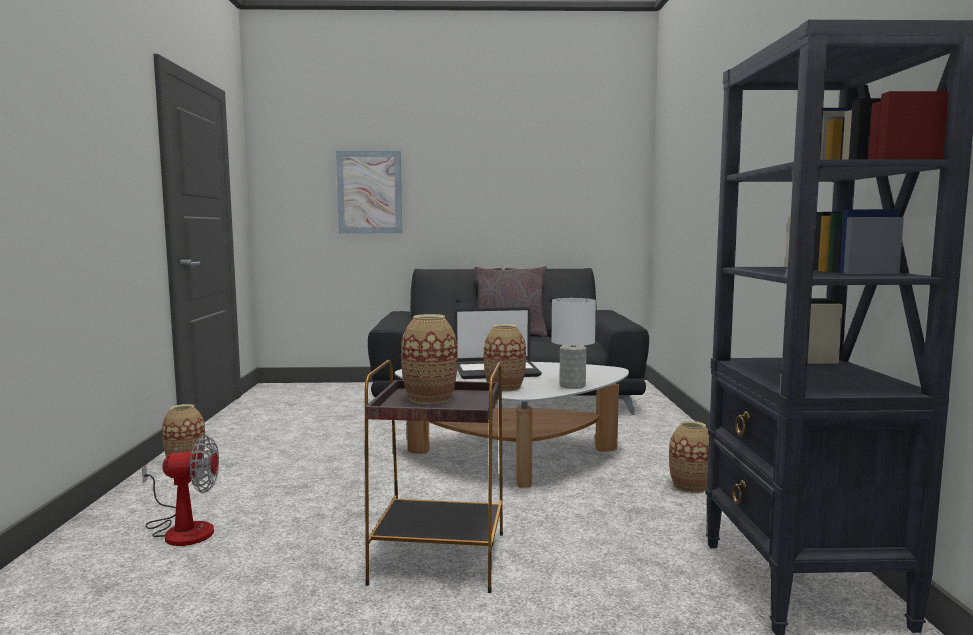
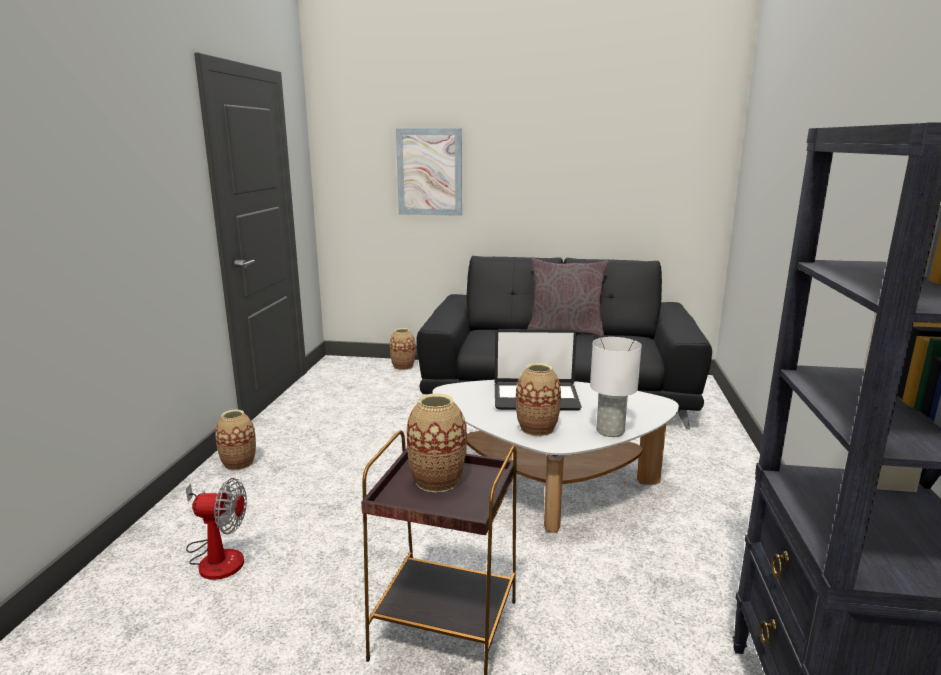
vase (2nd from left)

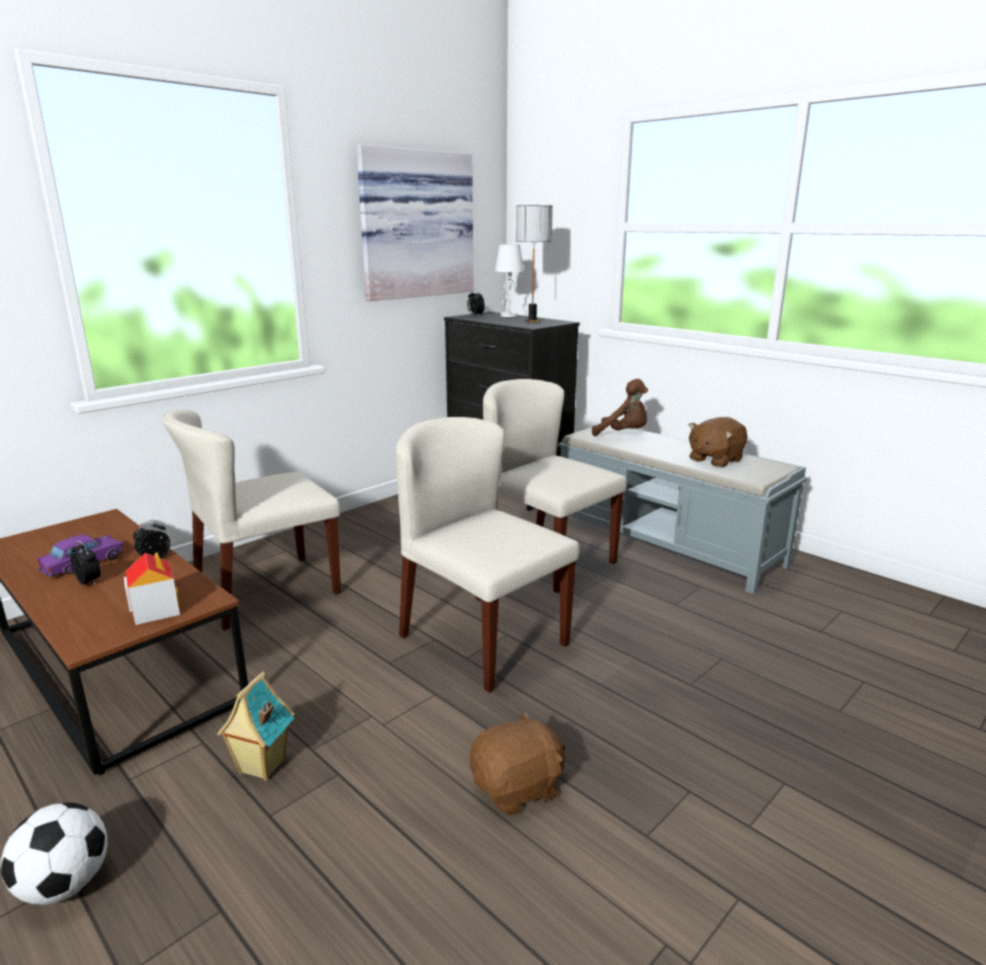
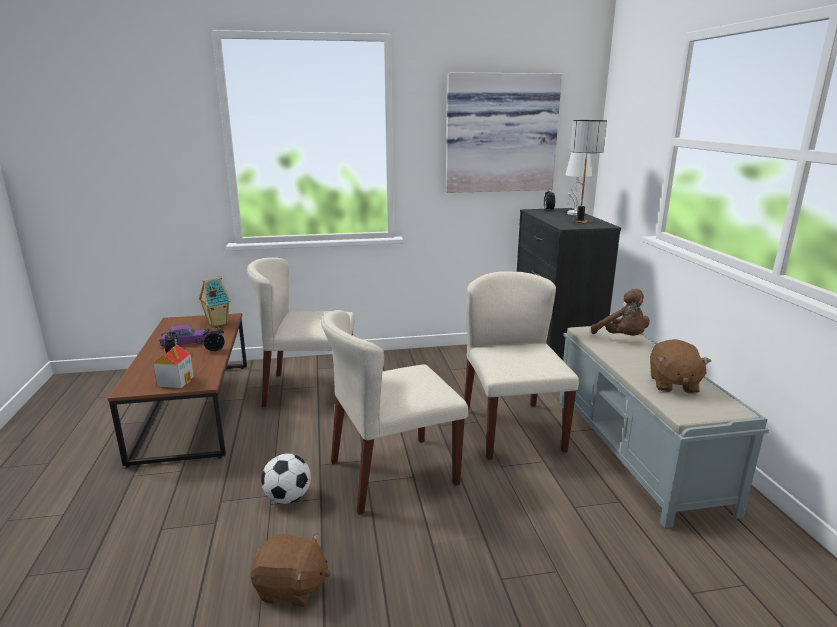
ballon de foot; maison miniature (2nd from left); chaise/beige (2nd from left); peluche/marron (3rd from left)

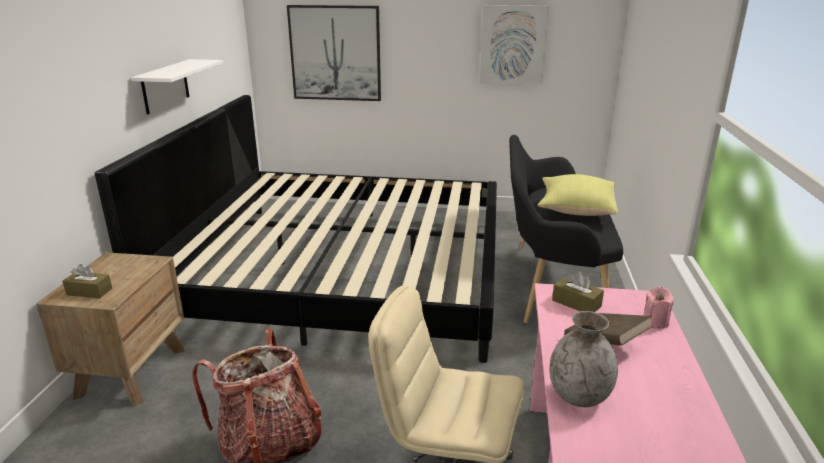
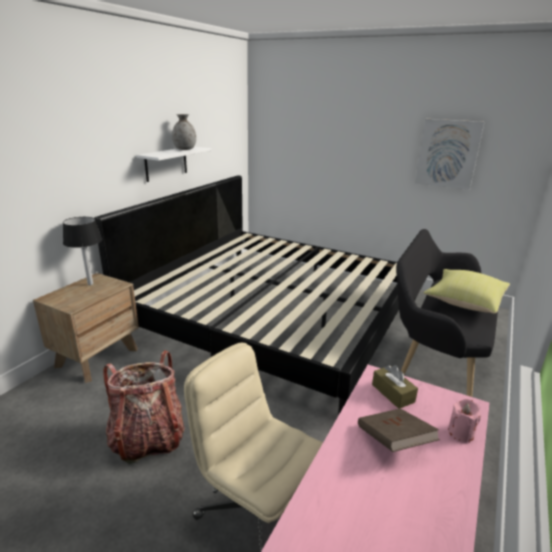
boîte à mouchoirs/marron (1st from left in the first image); tableau (1st from left in the first image); lampe de table; vase/gris

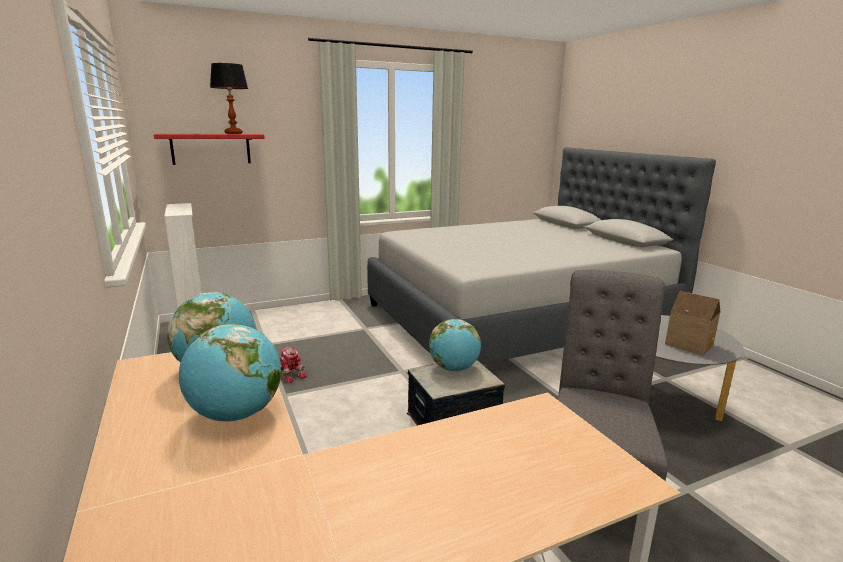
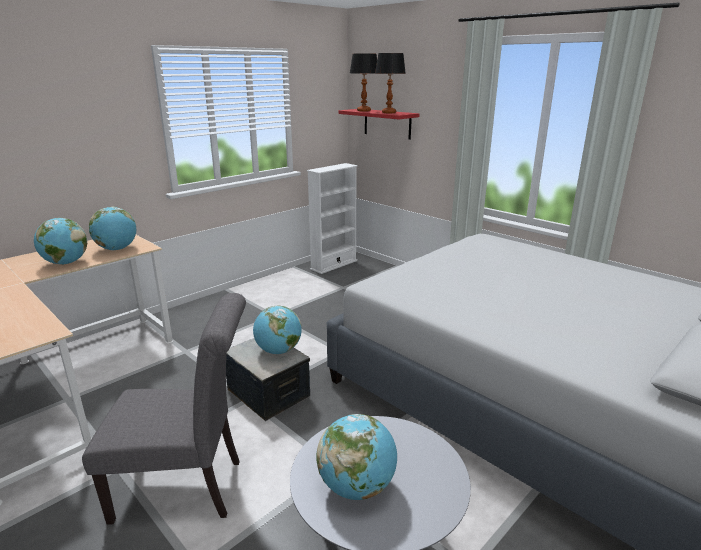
robot jouet; lampe de table (1st from left); globe (4th from left)

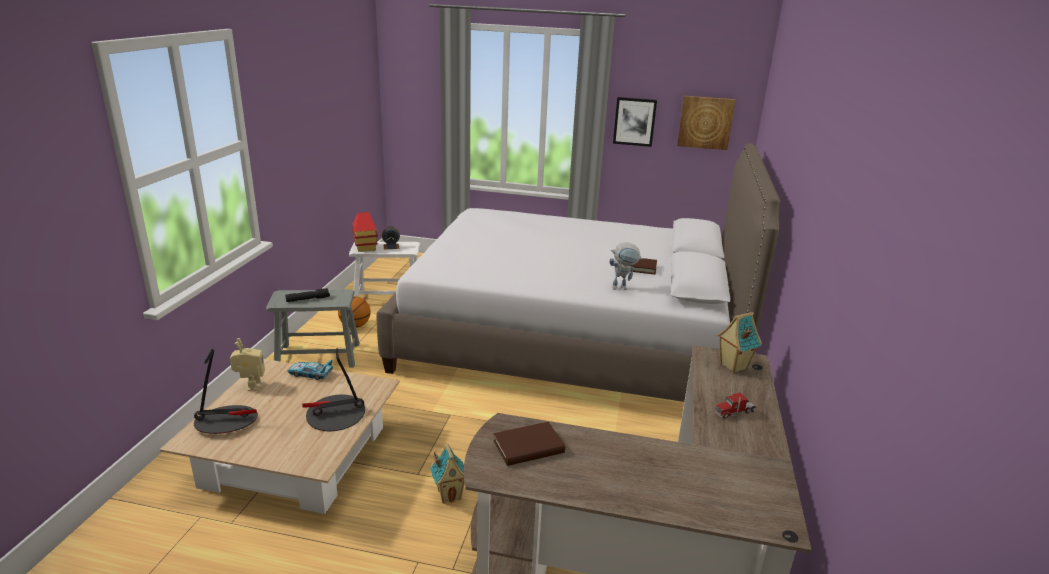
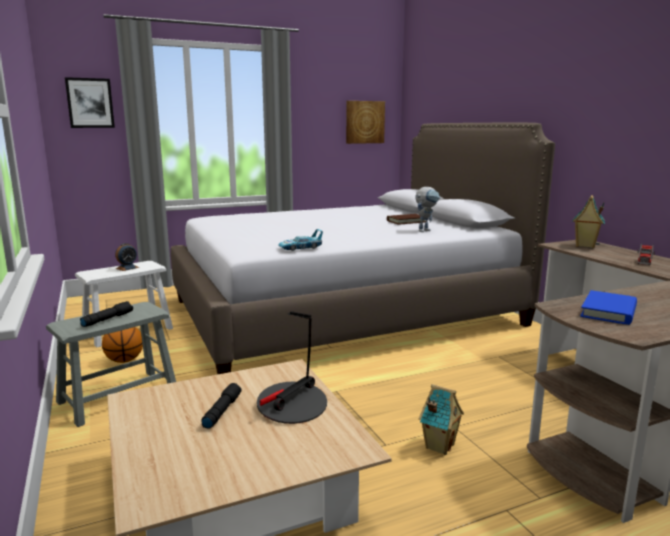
lampe de table (1st from left in the first image); robot jouet (1st from left in the first image); maison miniature (1st from left in the first image); lampe de poche/noir (2nd from left); petite voiture; tableau (1st from left); livre/bleu

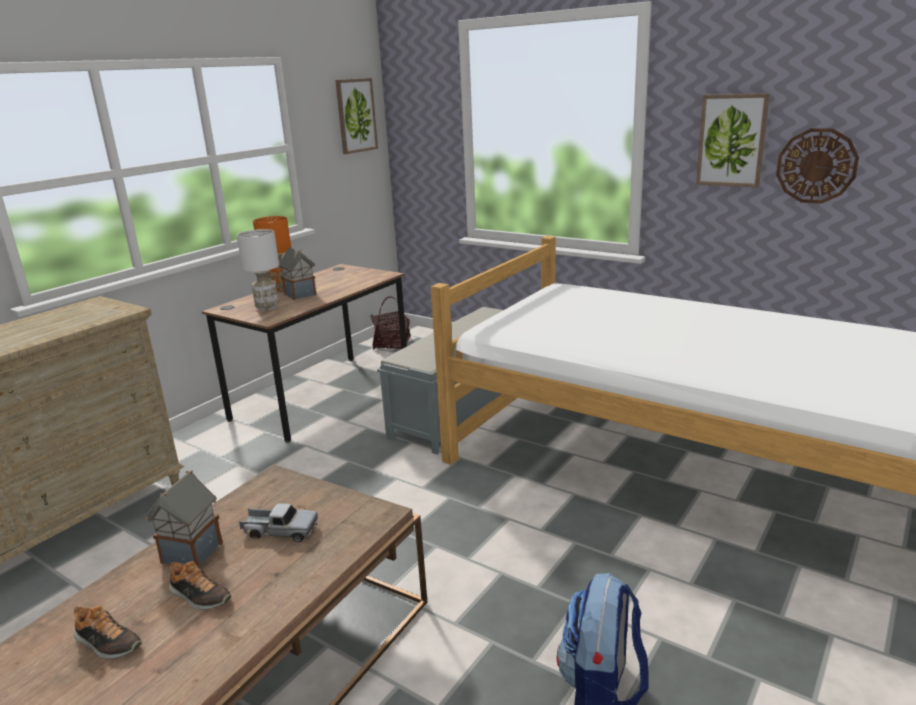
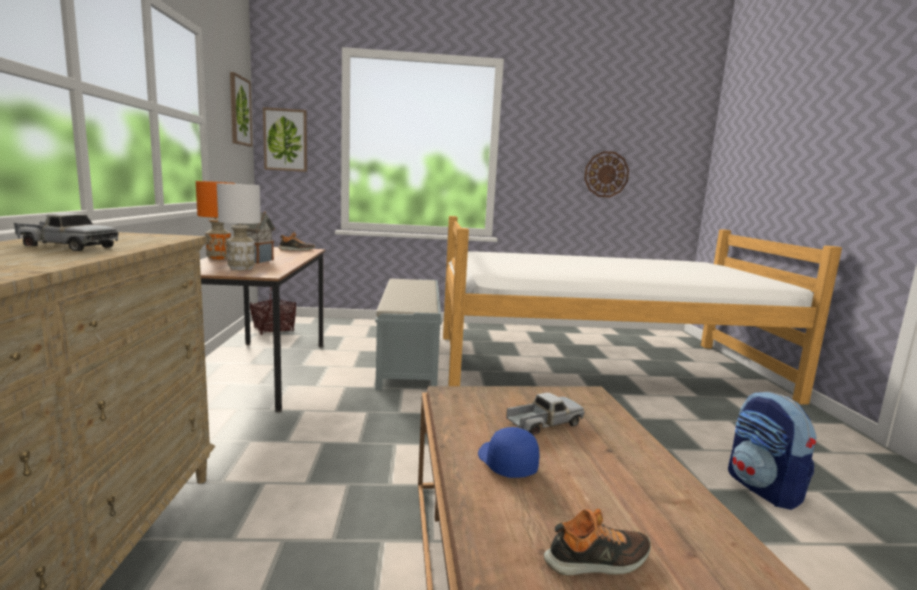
camion jouet (1st from left); chaussure (1st from left); tableau (2nd from left); casquette/bleu

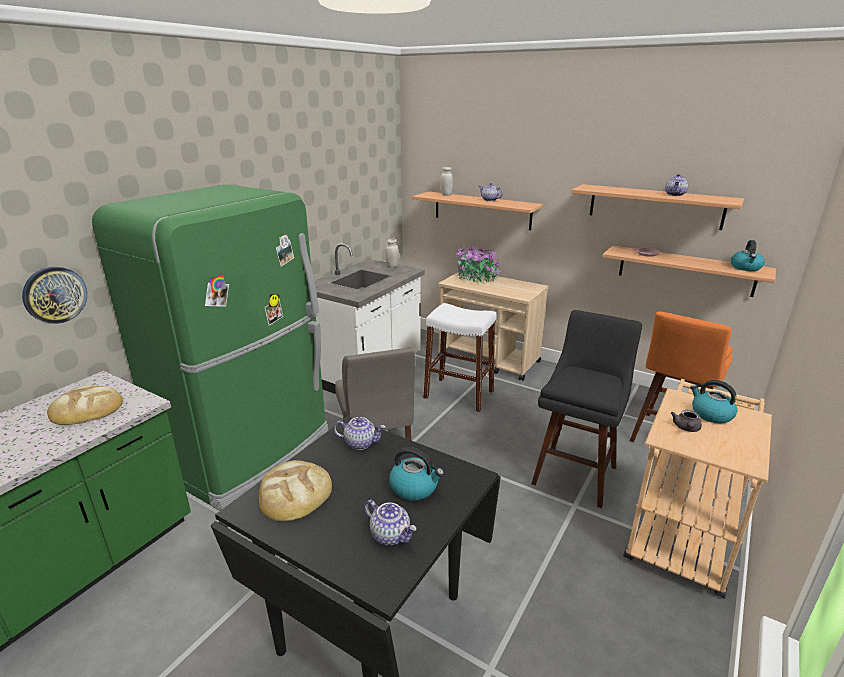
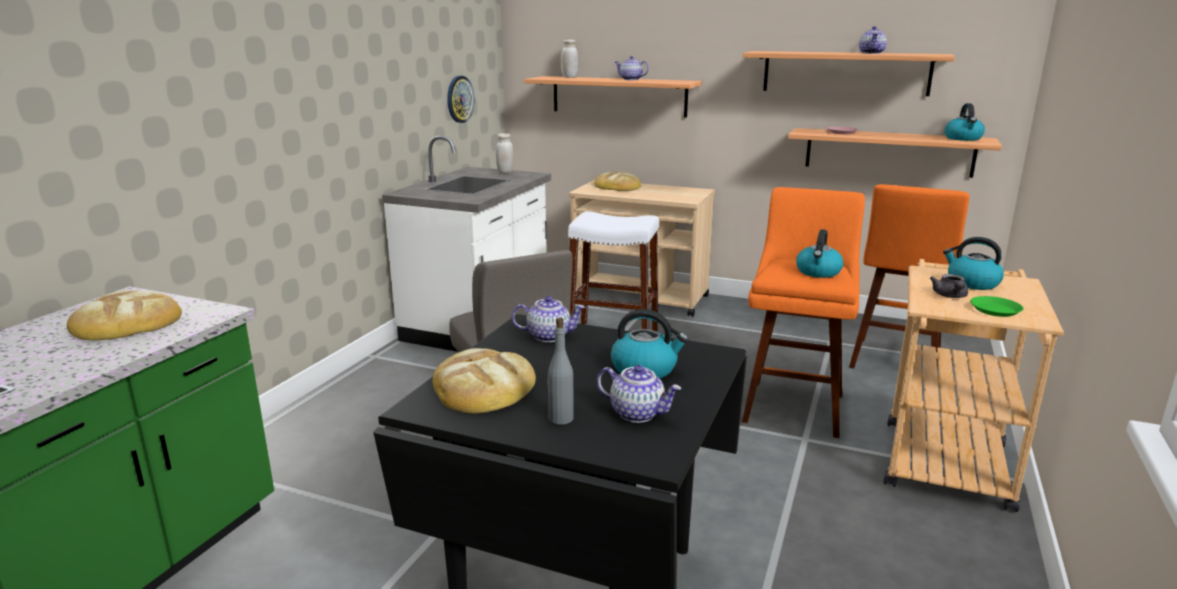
réfrigérateur/vert; bouteille/gris; bouilloire (2nd from left); assiette/vert; horloge murale; pain (3rd from left); tabouret/orange (1st from left)

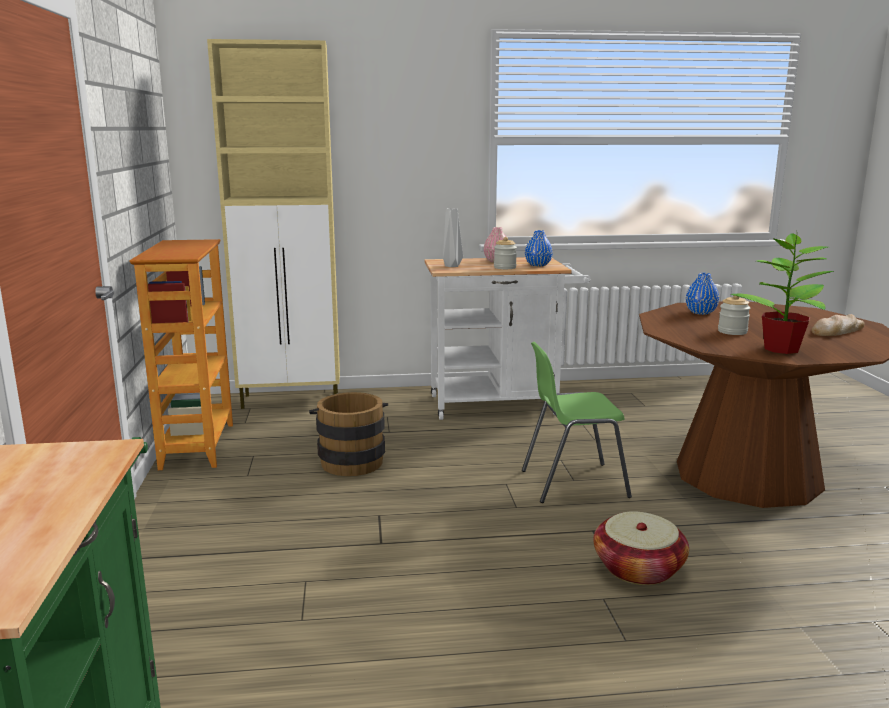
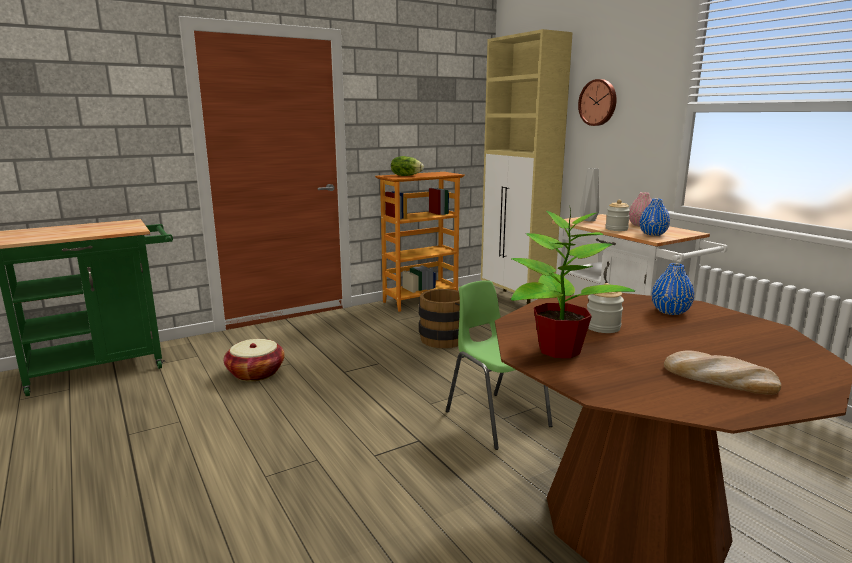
laitue; horloge murale; panier

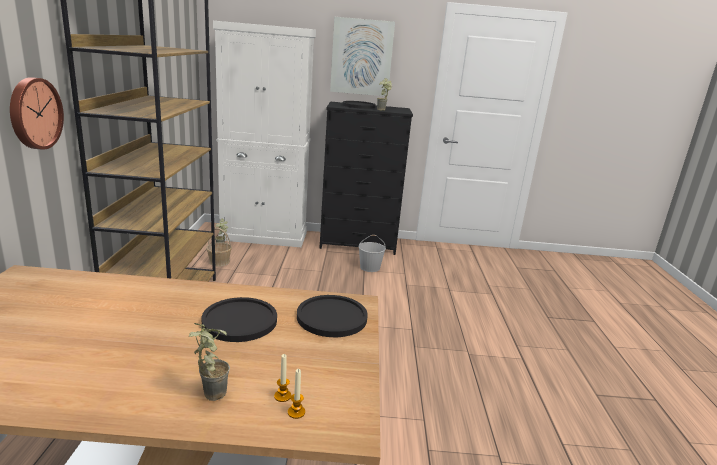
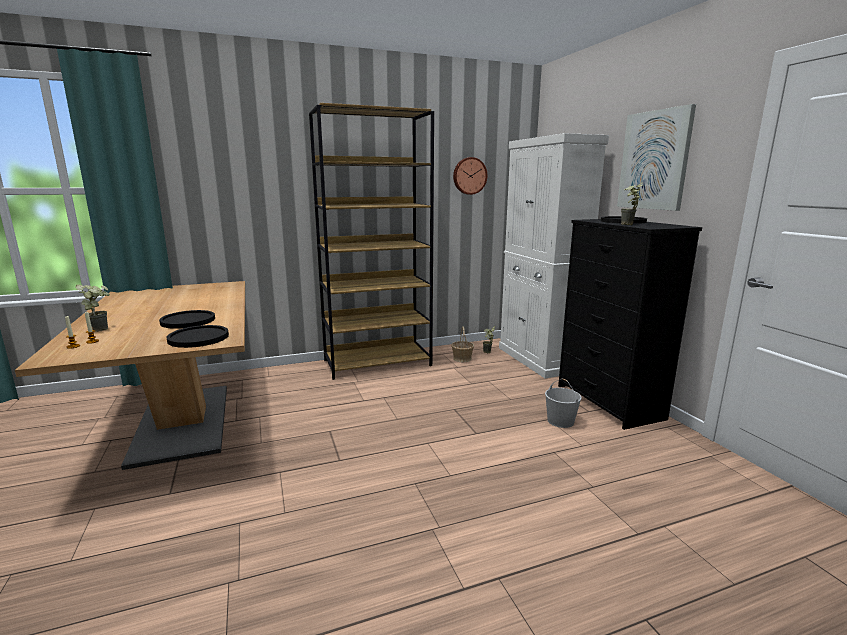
horloge murale

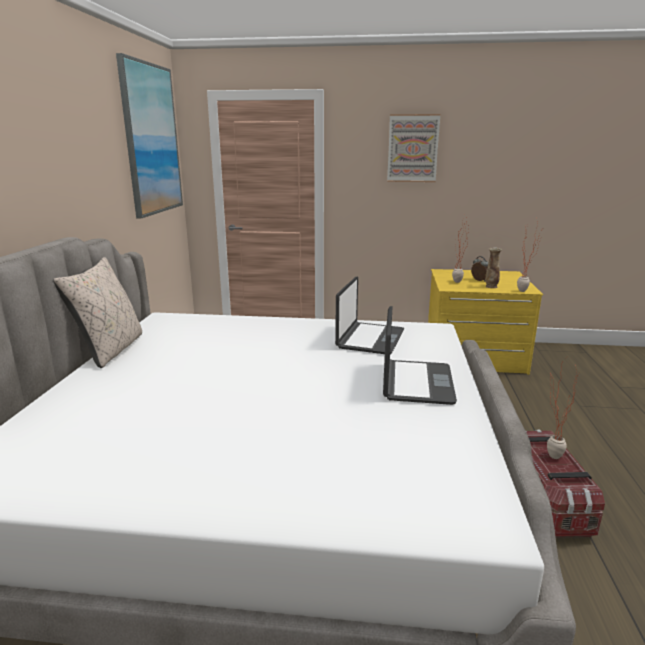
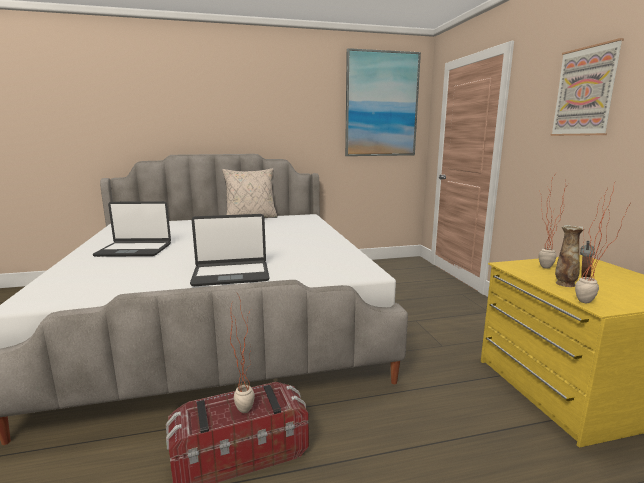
ordinateur portable (1st from left)

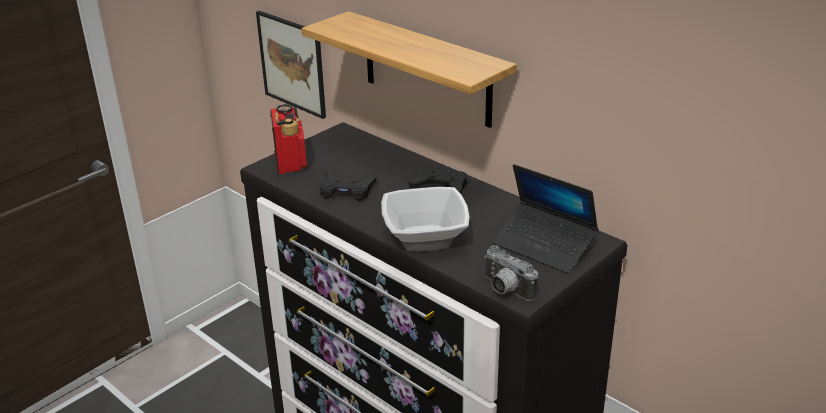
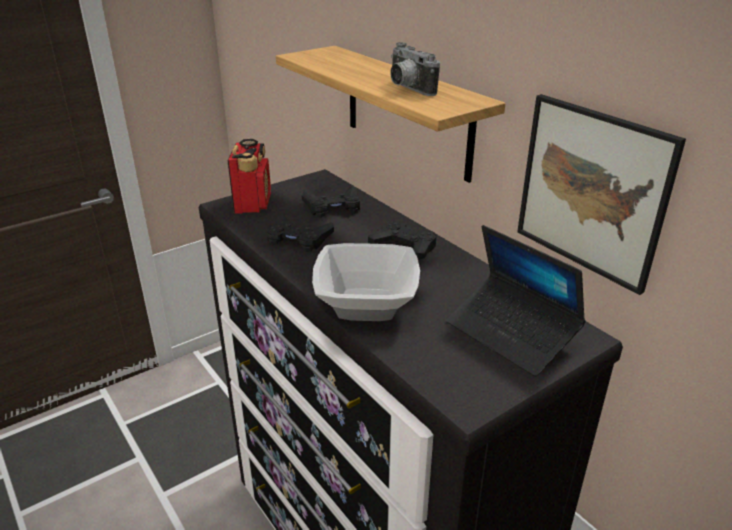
manette/noir (2nd from left); tableau; appareil photo

